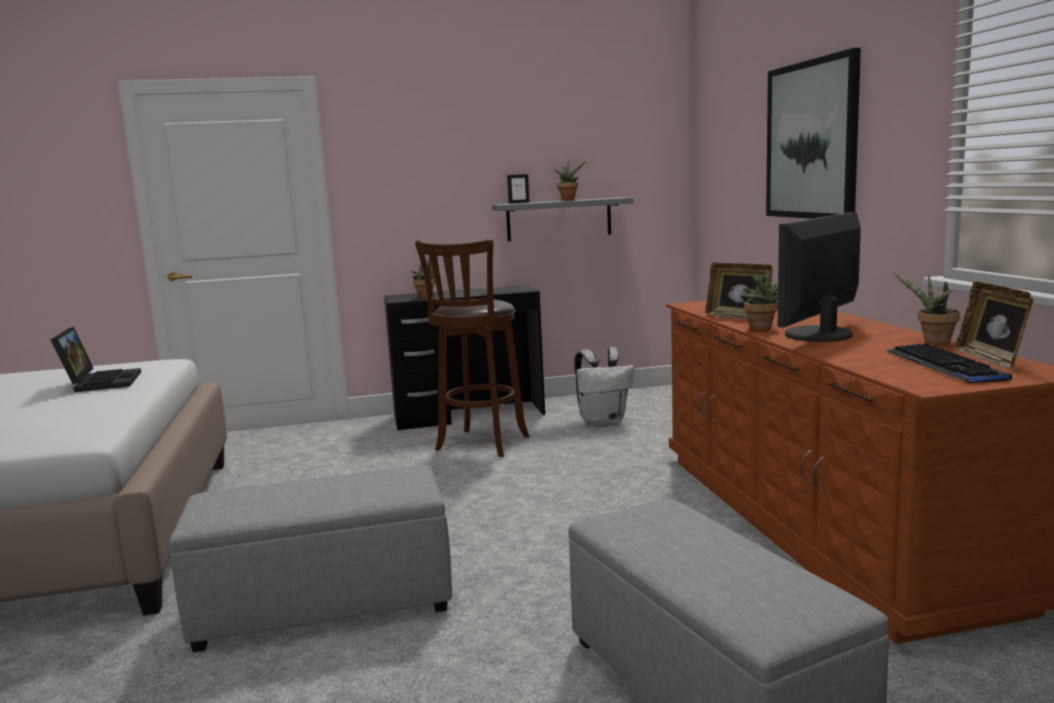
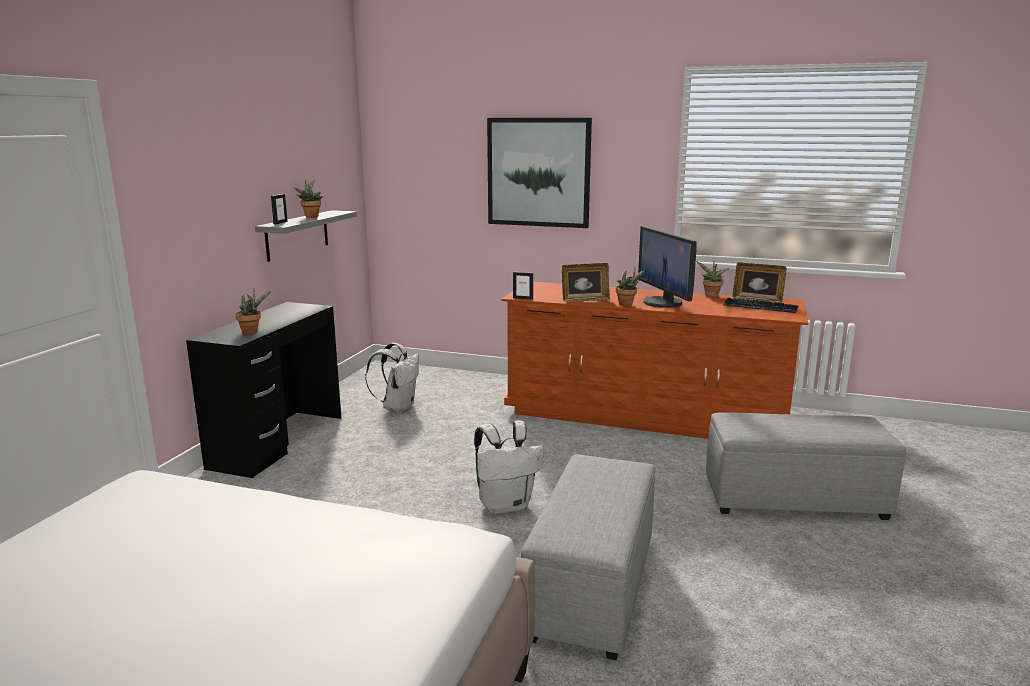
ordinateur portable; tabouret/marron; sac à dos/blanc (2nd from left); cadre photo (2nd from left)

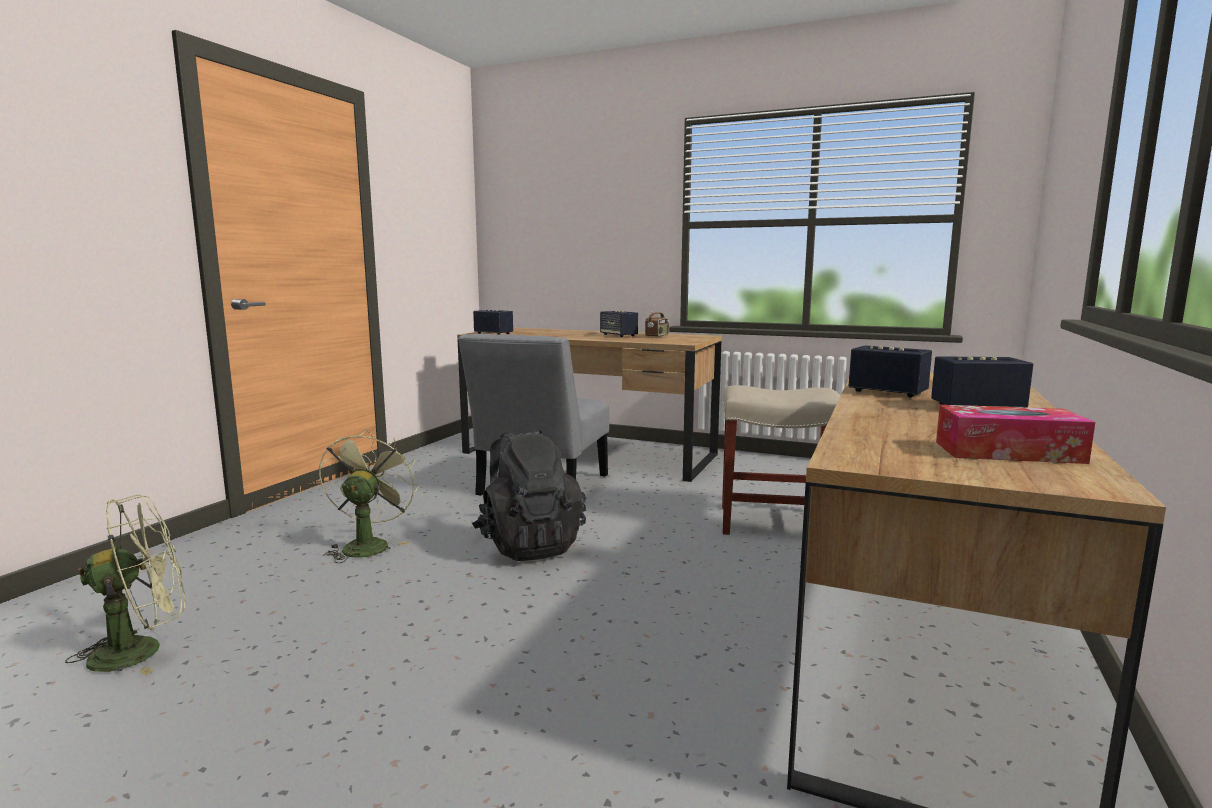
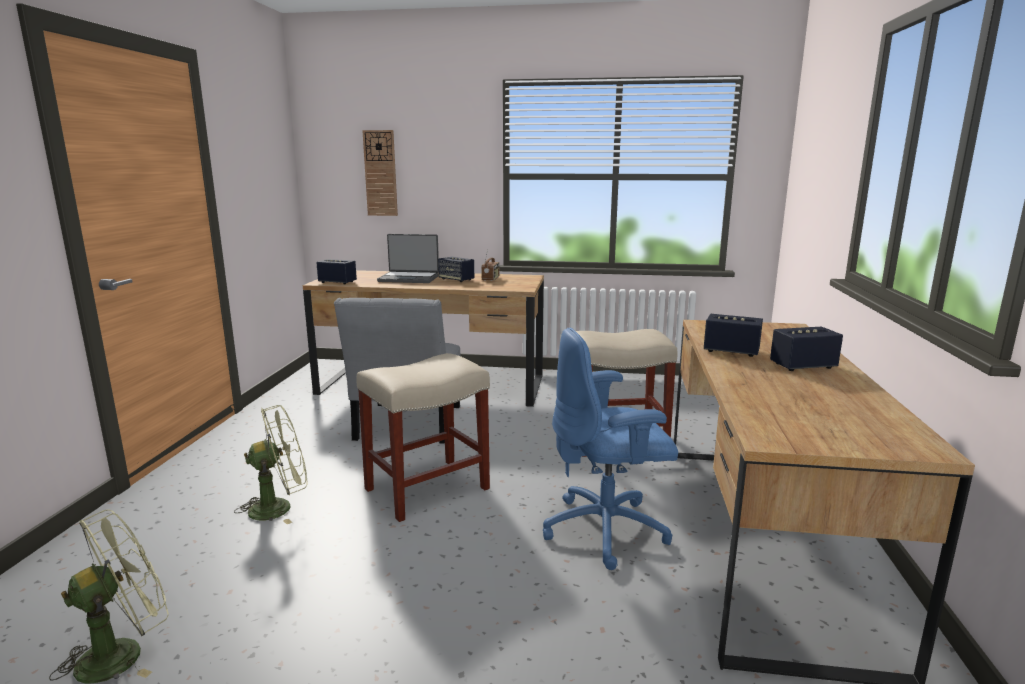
boîte à mouchoirs; horloge murale; ordinateur portable; chaise de bureau/bleu; tabouret/beige (1st from left); ventilateur/vert (2nd from left)

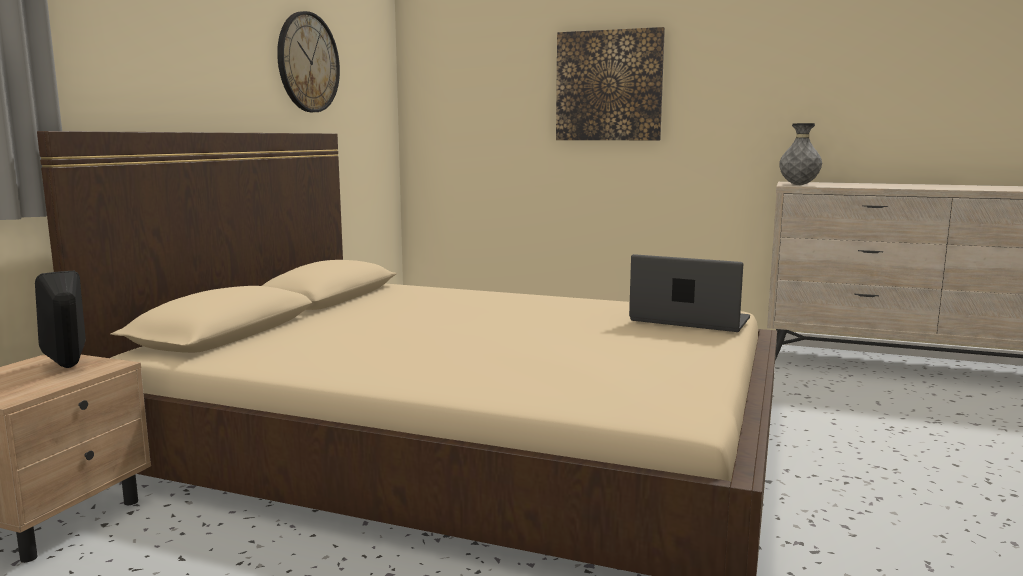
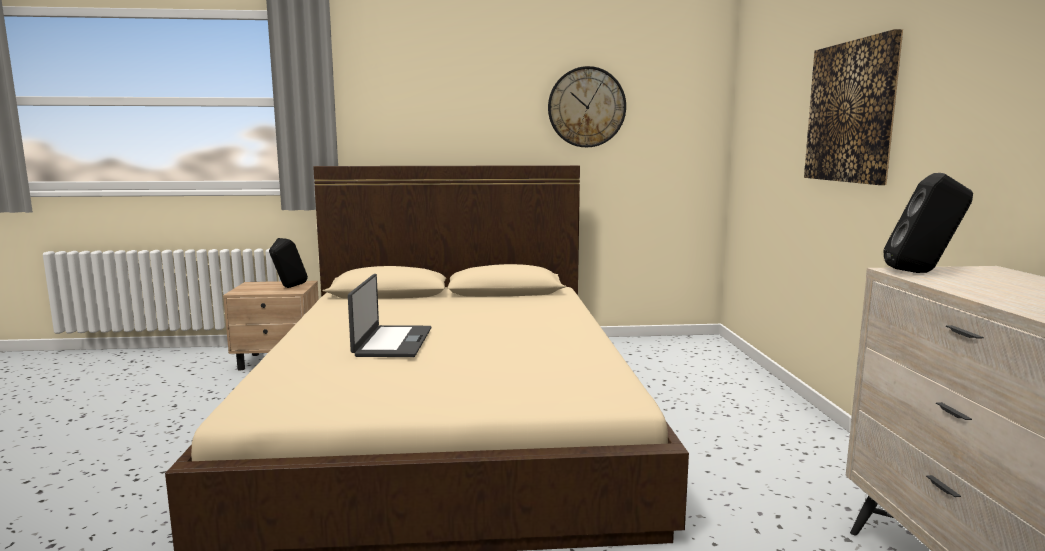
ordinateur portable; enceinte/noir (2nd from left)

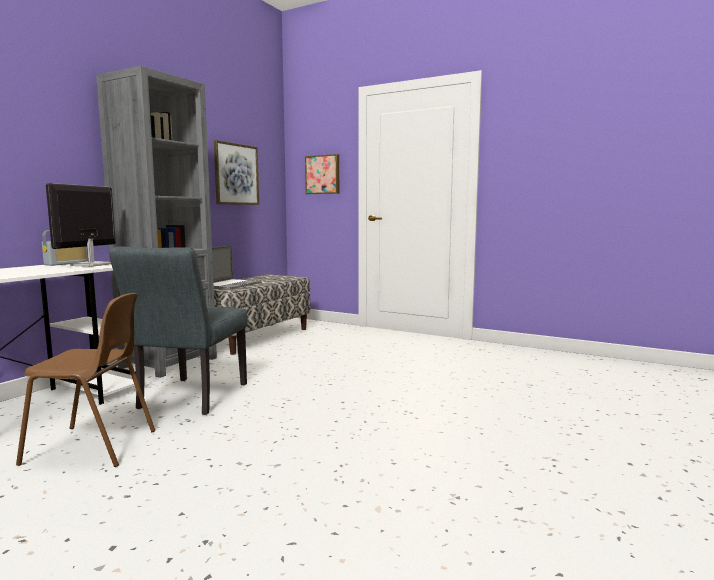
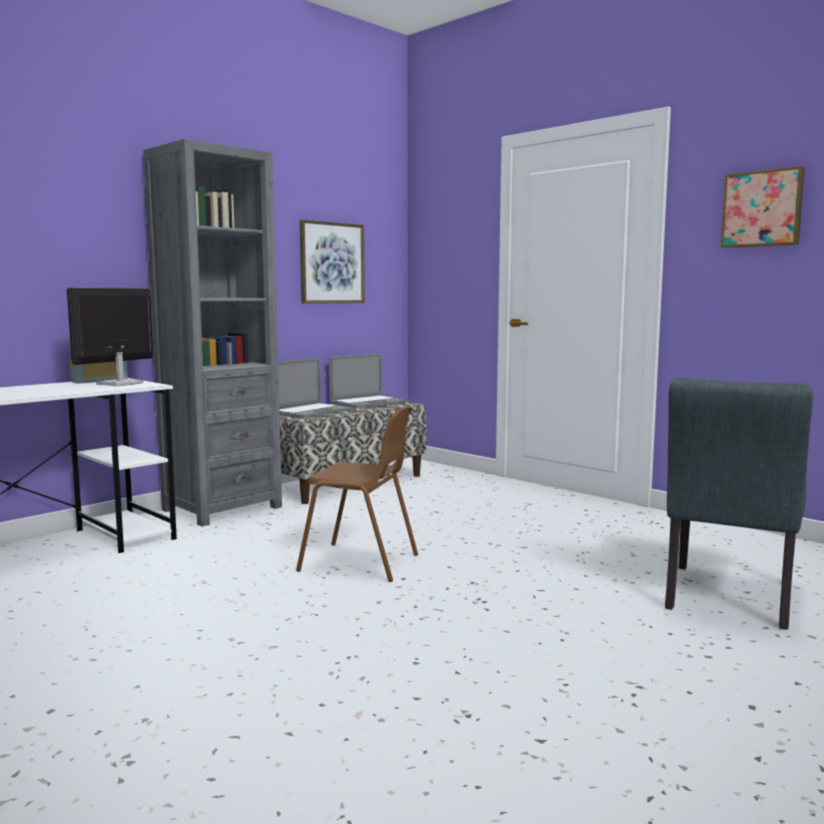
ordinateur portable (2nd from left); chaise/marron; chaise/gris; tableau (2nd from left)

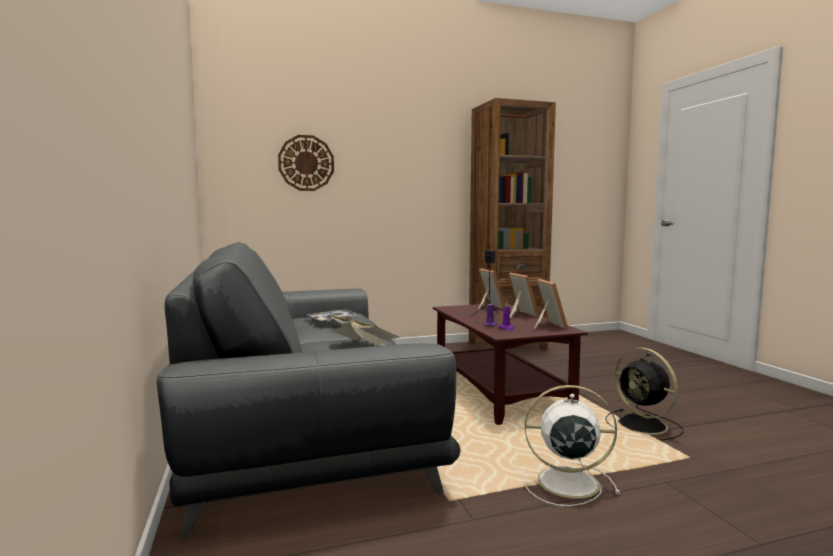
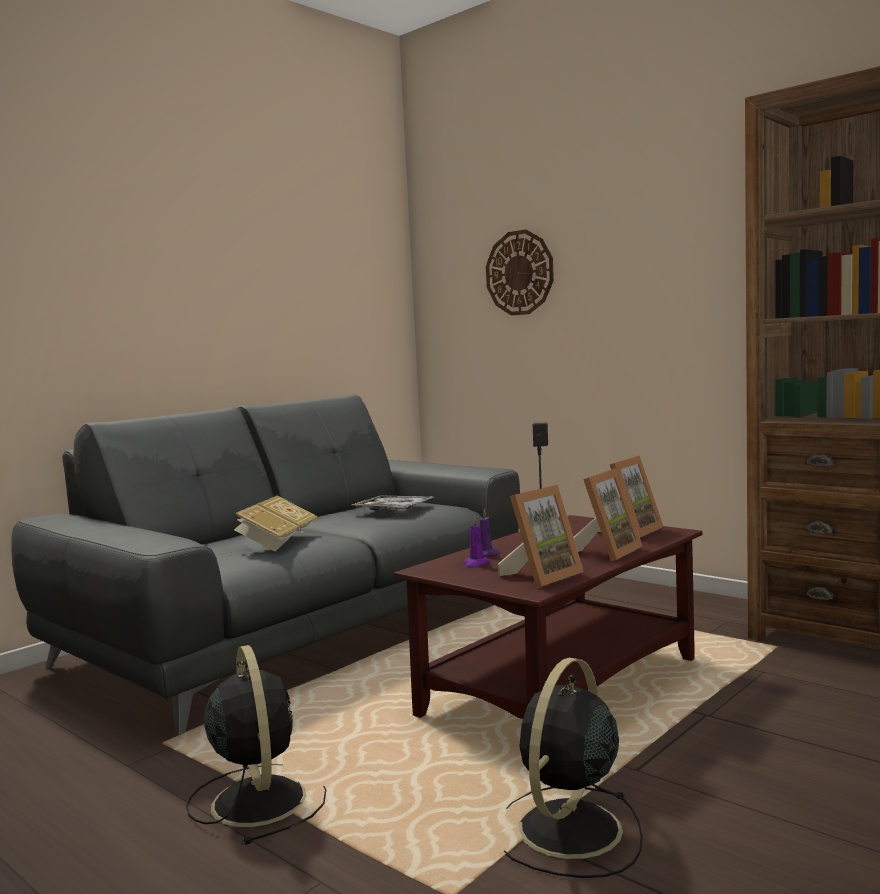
ventilateur/noir (1st from left)

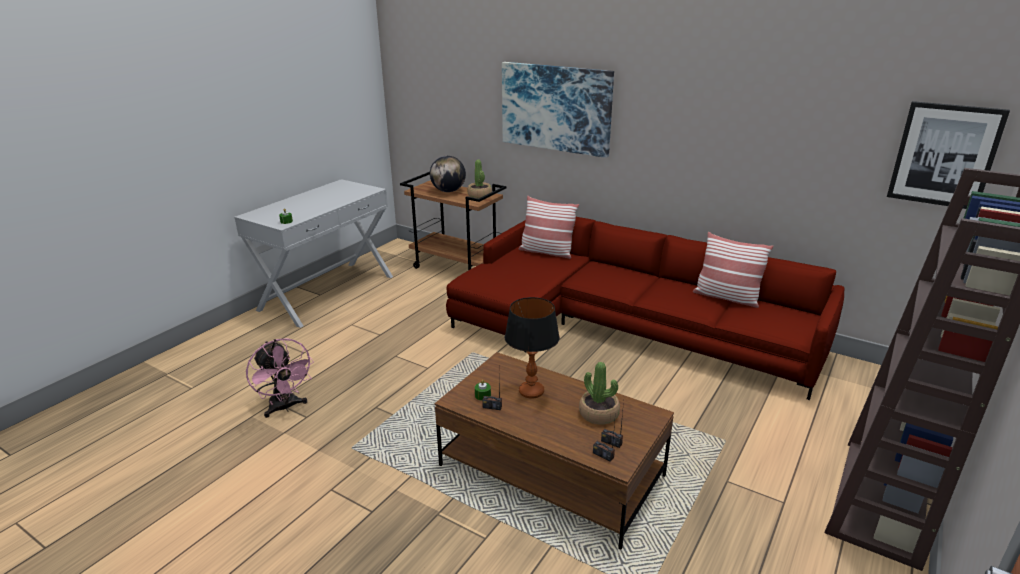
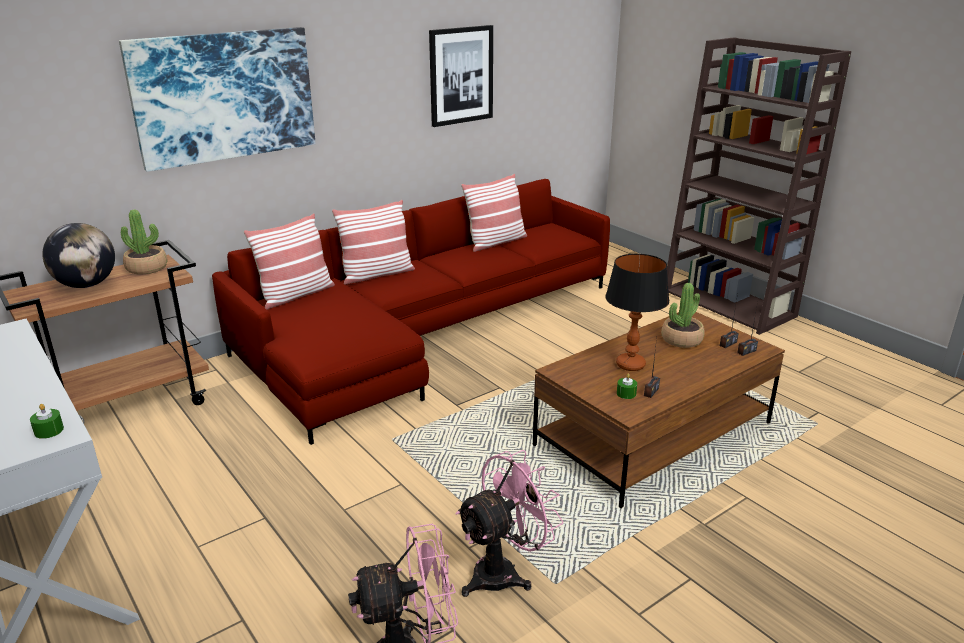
coussin (2nd from left); ventilateur/rose (2nd from left); tableau (2nd from left)

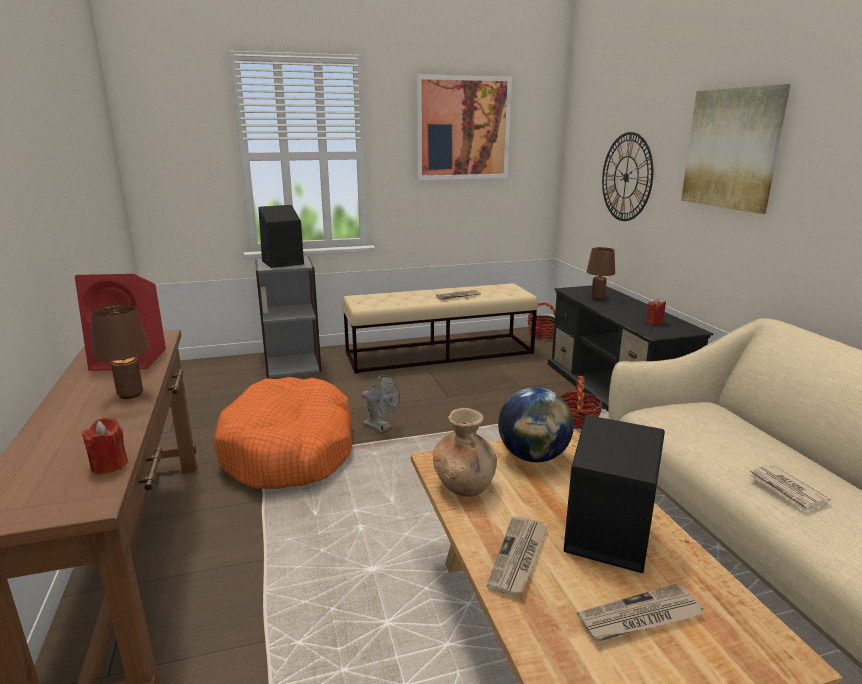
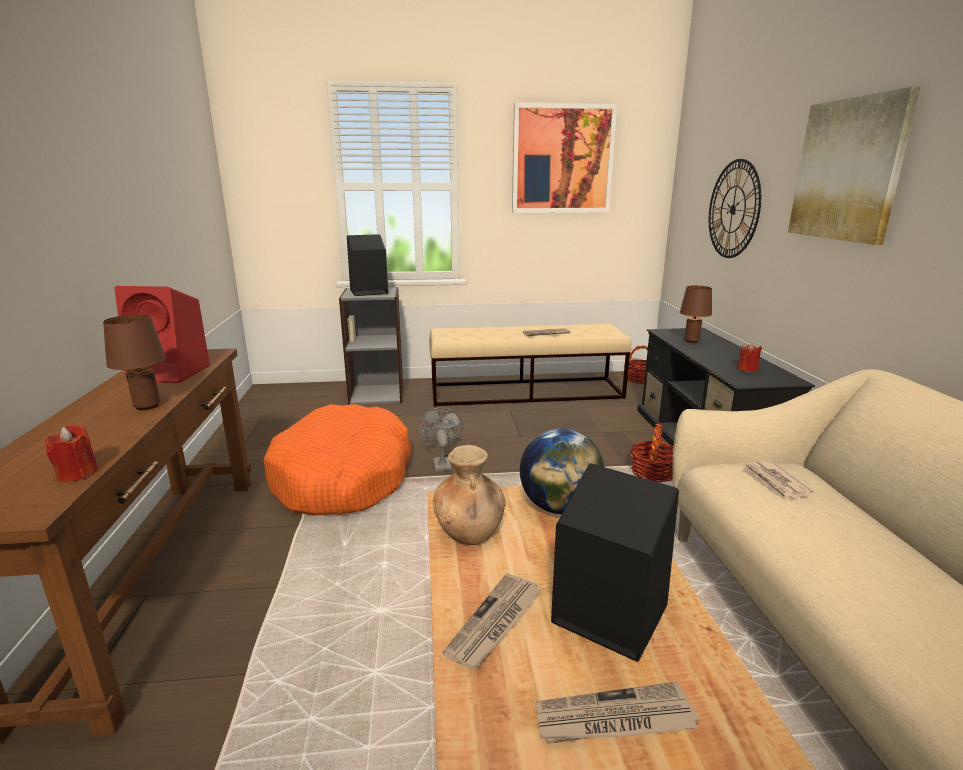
journal (4th from left); ventilateur/gris

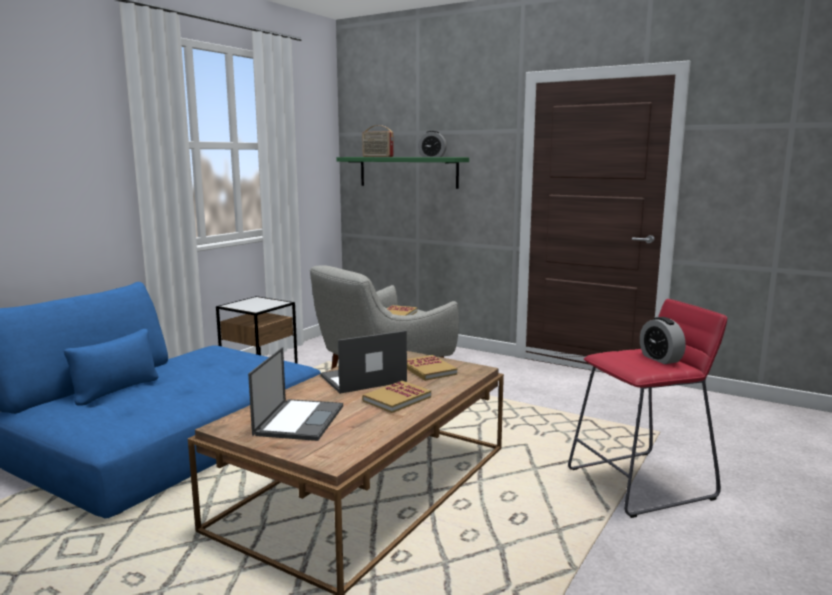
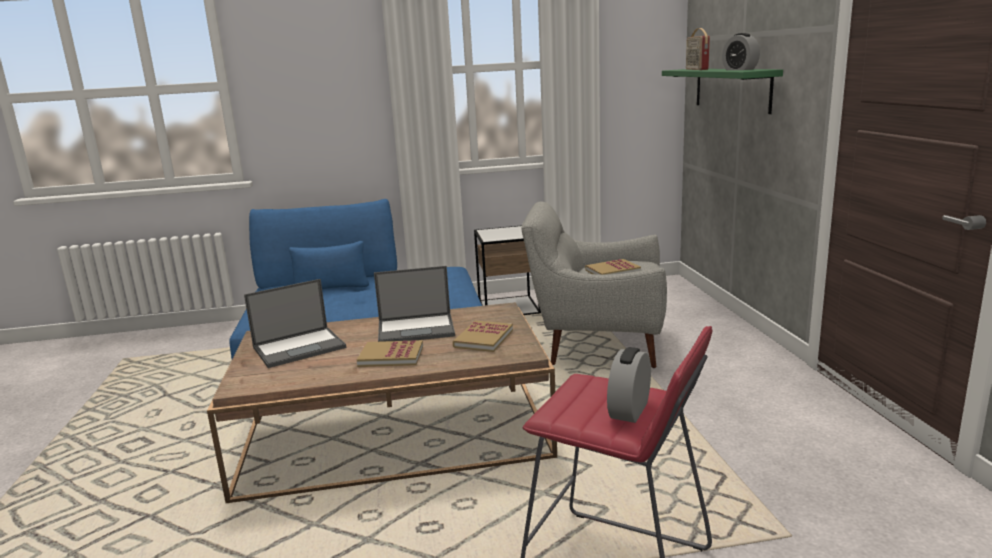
ordinateur portable (2nd from left)

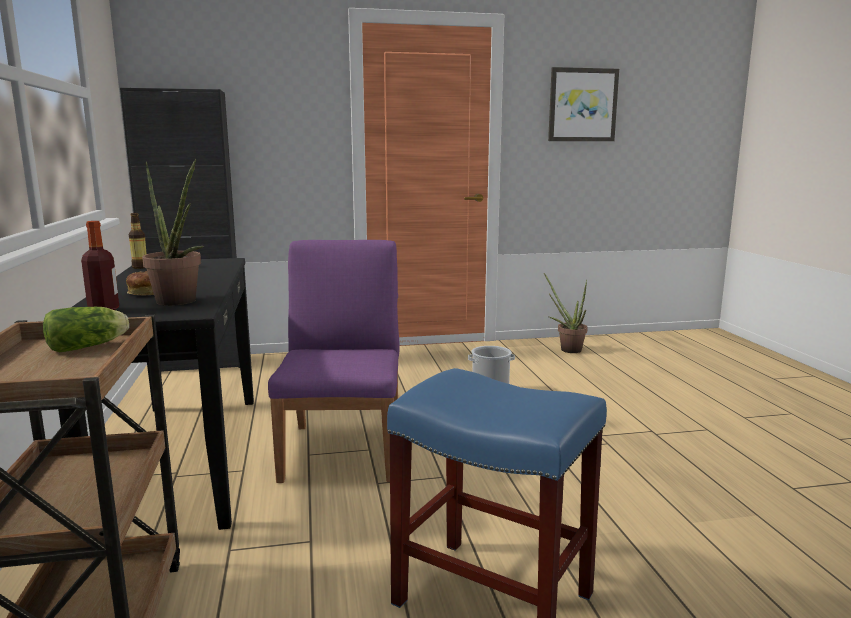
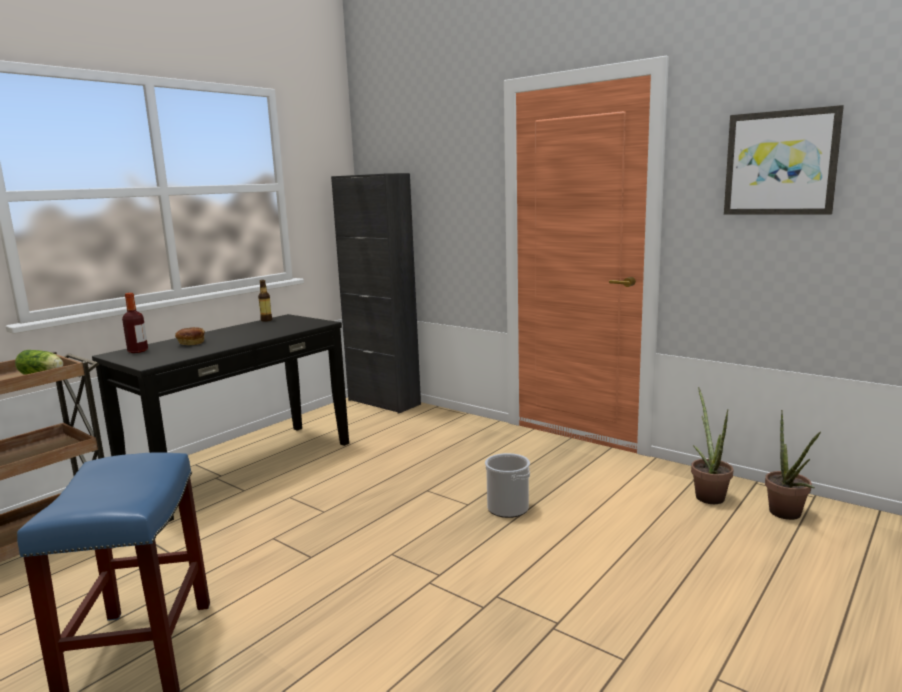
chaise/violet; plante en pot (2nd from left)

